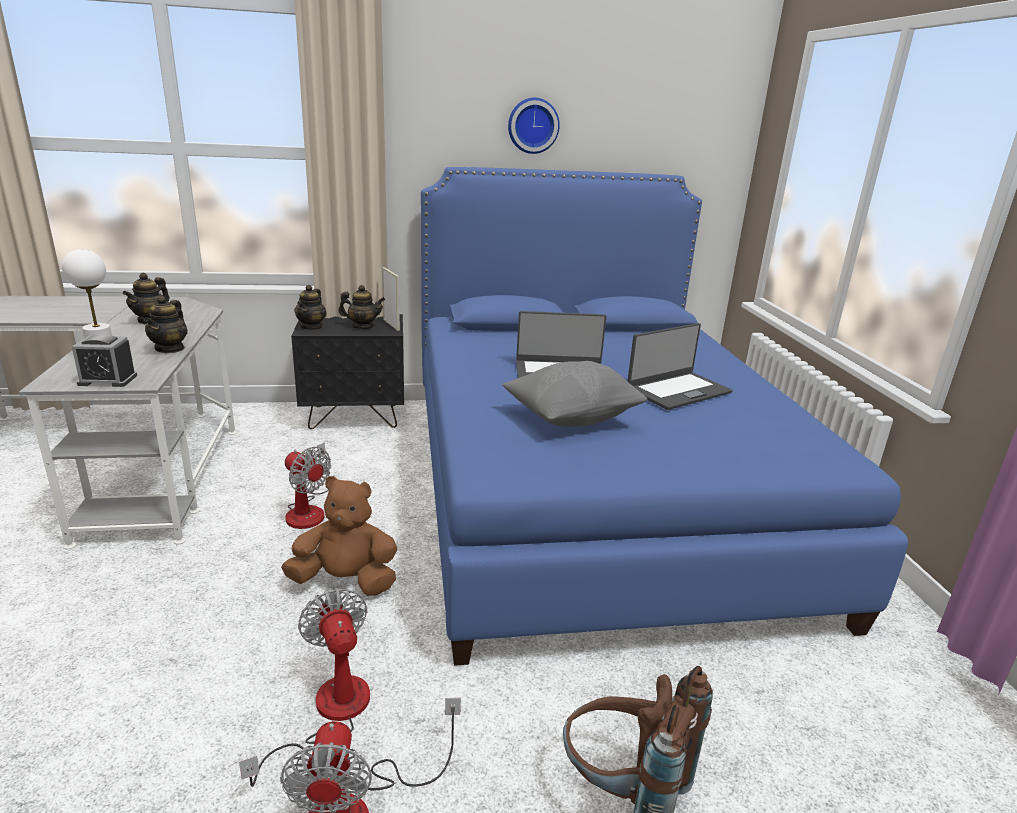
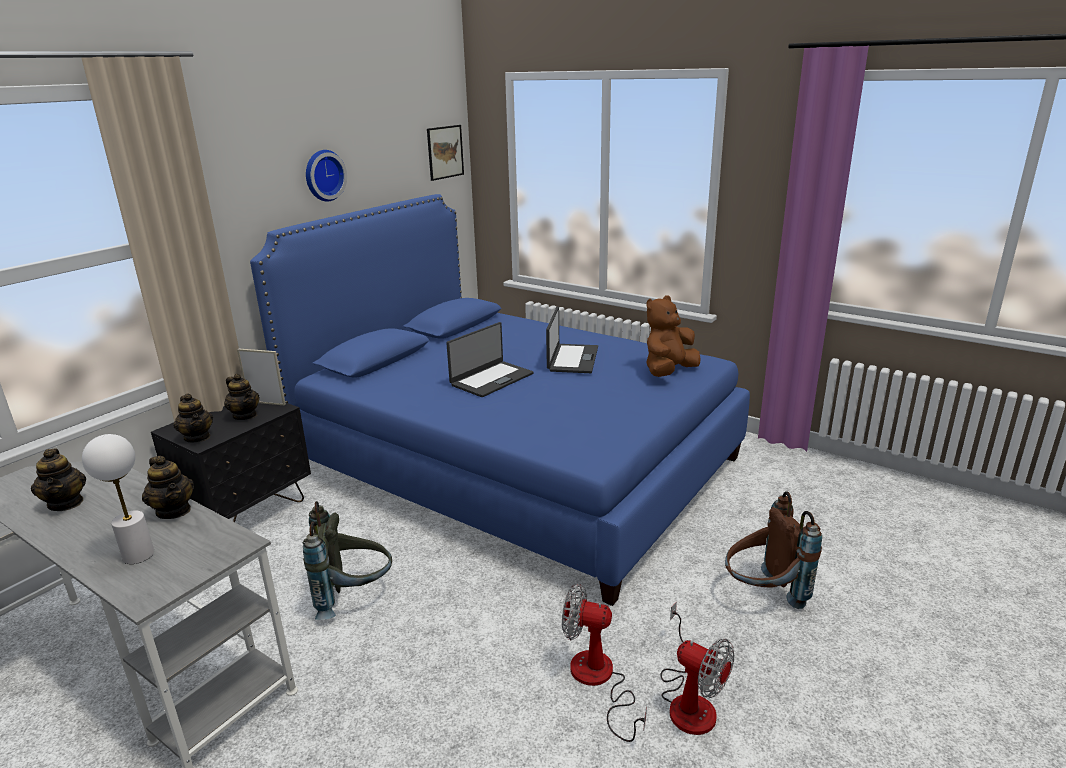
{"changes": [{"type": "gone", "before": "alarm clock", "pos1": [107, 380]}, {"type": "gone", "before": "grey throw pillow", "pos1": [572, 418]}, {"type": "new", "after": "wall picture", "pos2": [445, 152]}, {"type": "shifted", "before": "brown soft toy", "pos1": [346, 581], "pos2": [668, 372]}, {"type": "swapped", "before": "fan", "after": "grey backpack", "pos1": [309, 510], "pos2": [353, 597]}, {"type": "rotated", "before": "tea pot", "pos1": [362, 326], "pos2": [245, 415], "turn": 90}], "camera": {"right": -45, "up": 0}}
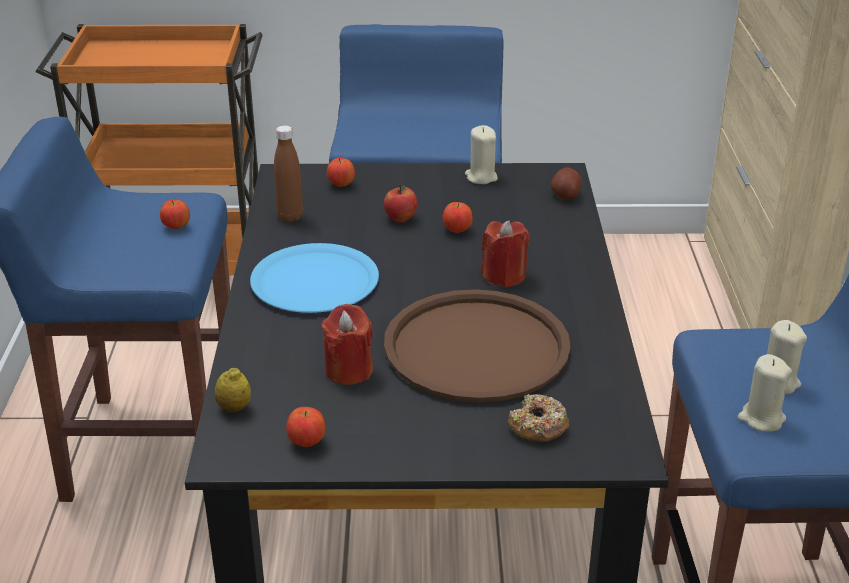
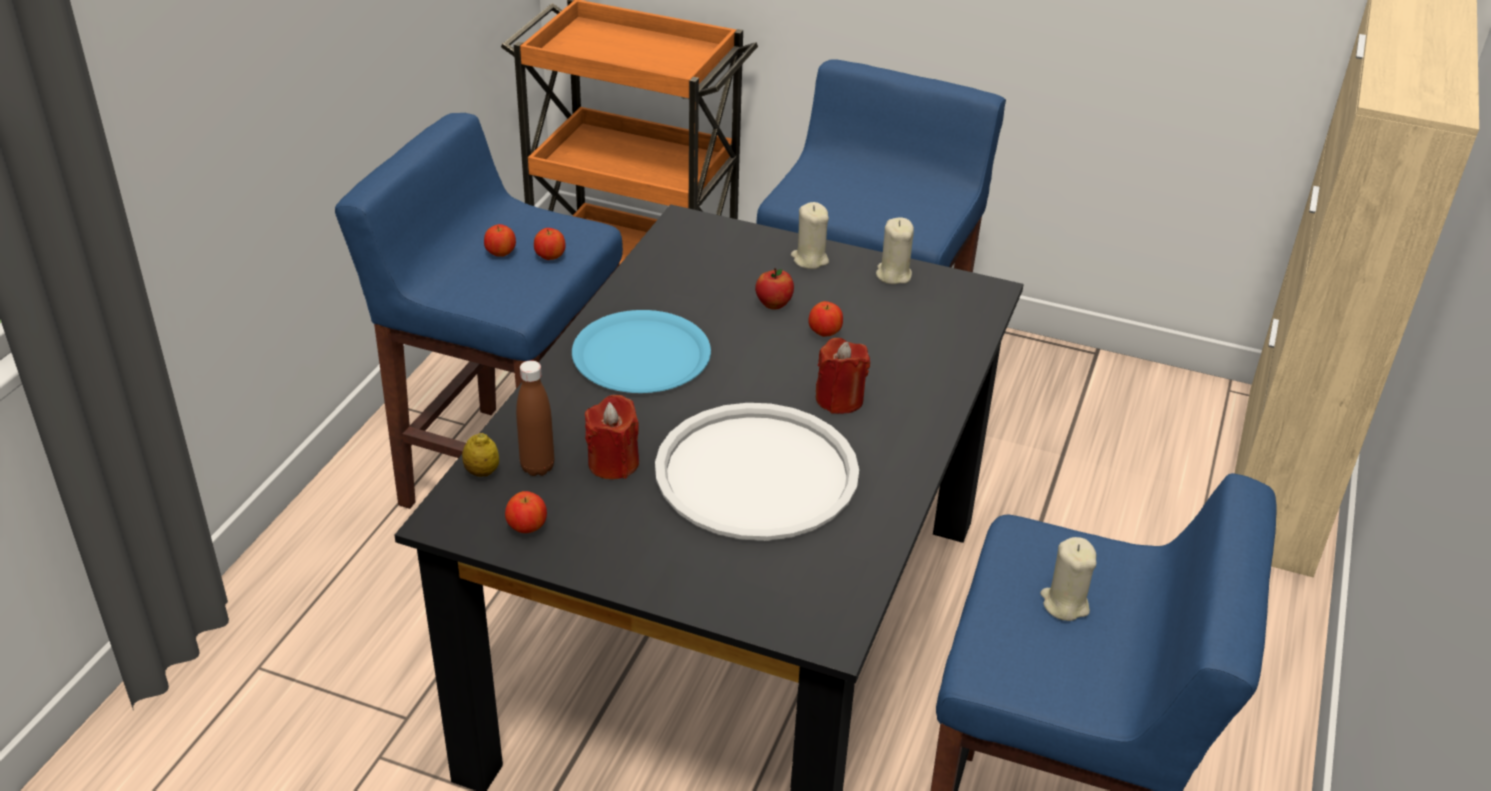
{"changes": [{"type": "gone", "before": "doughnut", "pos1": [538, 427]}, {"type": "gone", "before": "spud", "pos1": [565, 195]}, {"type": "shifted", "before": "brown drink bottle", "pos1": [290, 217], "pos2": [537, 467]}, {"type": "shifted", "before": "whole apple", "pos1": [341, 185], "pos2": [501, 254]}, {"type": "shifted", "before": "beige-coloured candle", "pos1": [761, 418], "pos2": [809, 259]}, {"type": "repainted", "before": "brown carrying tray", "after": "whitish carrying tray", "pos1": [476, 347], "pos2": [756, 473]}], "camera": {"right": 20, "up": 5}}
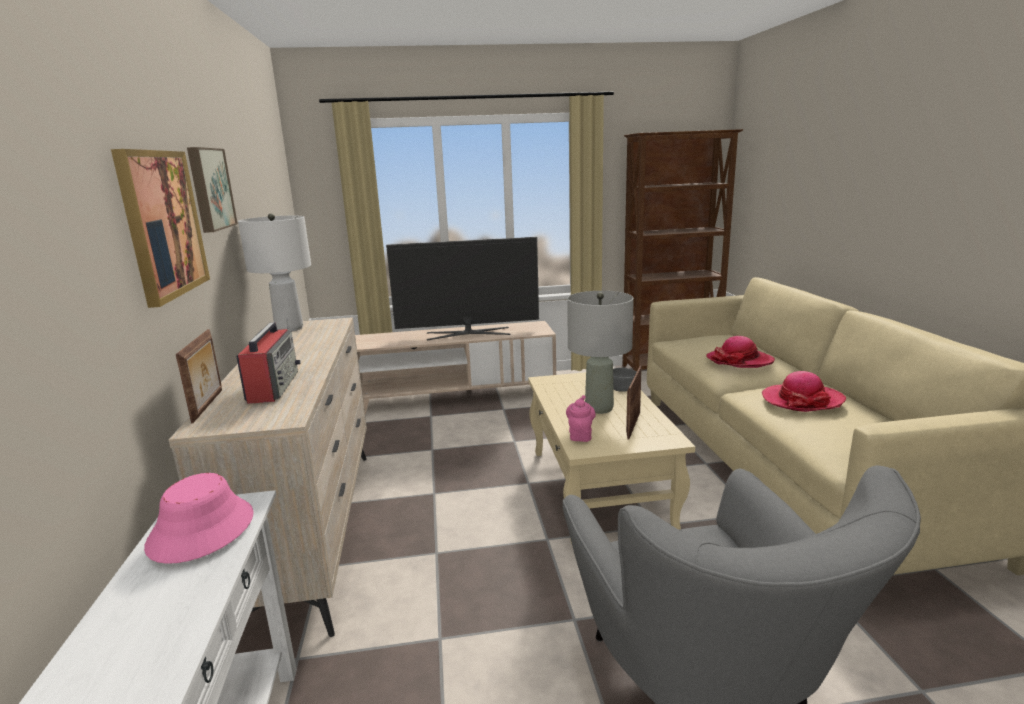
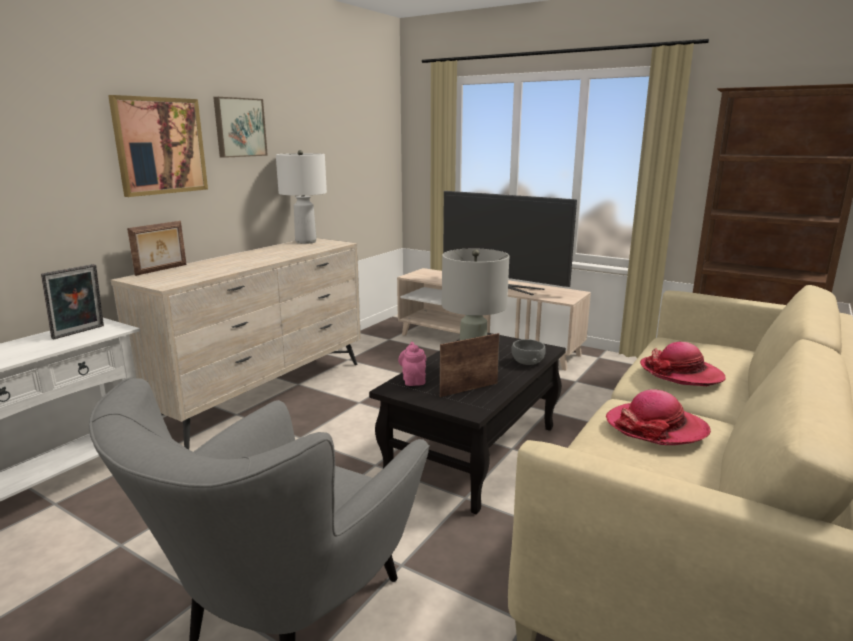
{"changes": [{"type": "gone", "before": "radio set", "pos1": [273, 386]}, {"type": "swapped", "before": "pink wearable hat", "after": "photo frame", "pos1": [201, 530], "pos2": [80, 332]}, {"type": "repainted", "before": "beige-coloured coffee table", "after": "black-coloured coffee table", "pos1": [599, 489], "pos2": [473, 452]}, {"type": "rotated", "before": "pink tea pot", "pos1": [580, 435], "pos2": [413, 380], "turn": -60}], "camera": {"right": 40, "up": 0}}
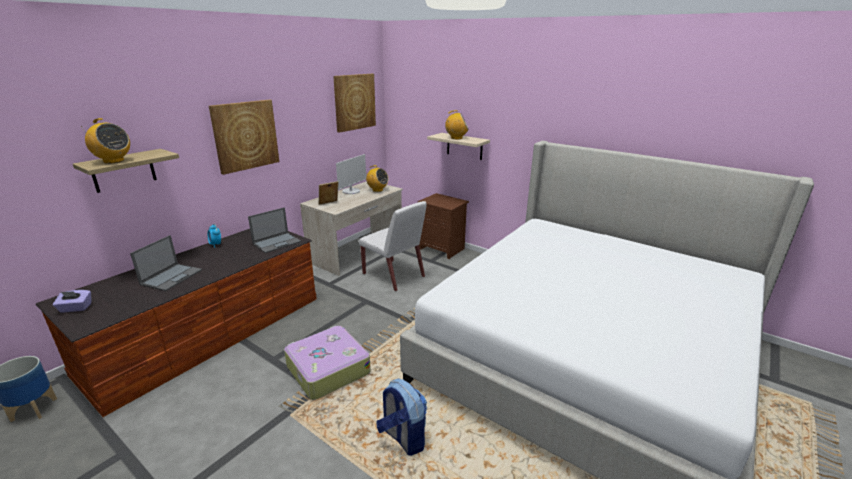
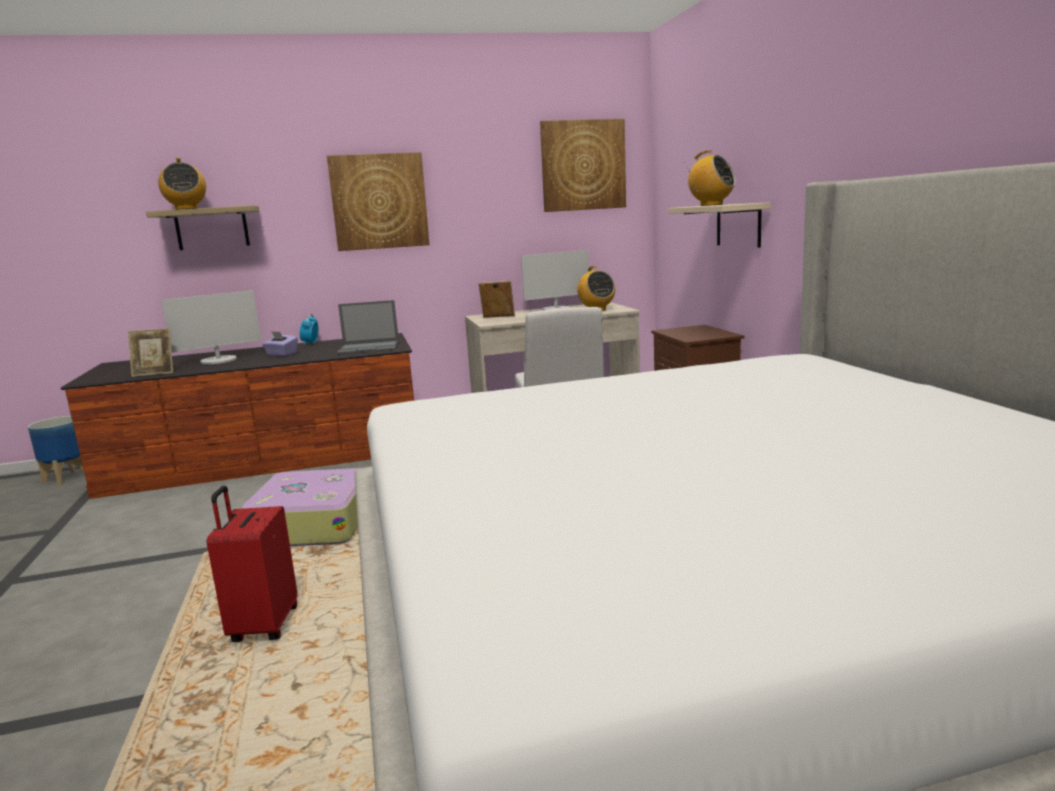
{"changes": [{"type": "new", "after": "photo frame", "pos2": [155, 373]}, {"type": "shifted", "before": "purple-coloured tissue holder", "pos1": [76, 308], "pos2": [281, 354]}, {"type": "swapped", "before": "notebook computer", "after": "computer display", "pos1": [172, 277], "pos2": [219, 360]}, {"type": "swapped", "before": "backpack", "after": "red-coloured piece of luggage", "pos1": [403, 438], "pos2": [263, 626]}], "camera": {"right": 40, "up": -10}}
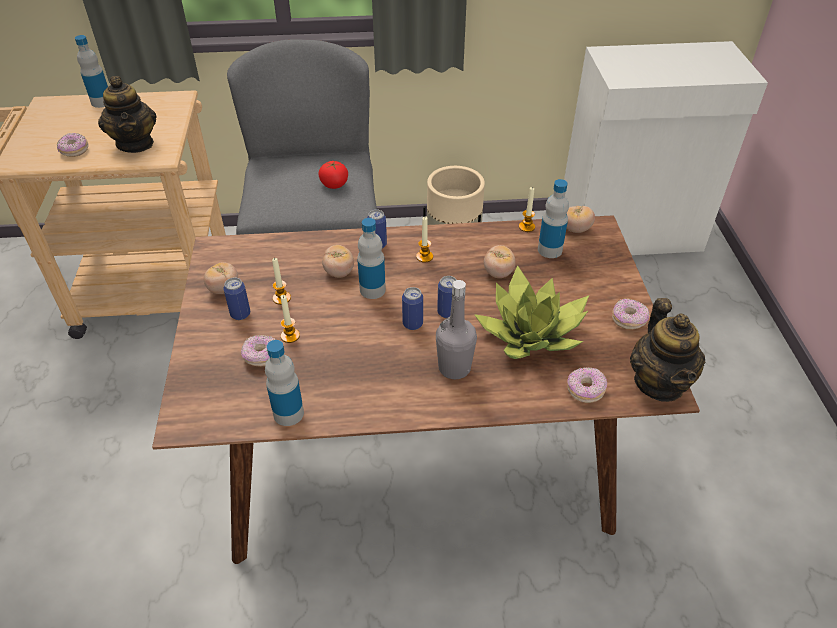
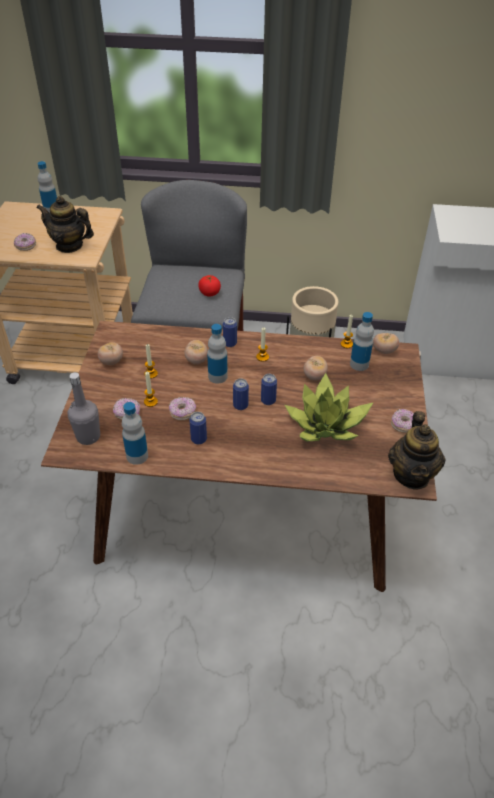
{"changes": [{"type": "shifted", "before": "sealed can", "pos1": [240, 314], "pos2": [198, 439]}, {"type": "shifted", "before": "grey drink bottle", "pos1": [454, 368], "pos2": [88, 436]}, {"type": "shifted", "before": "doughnut", "pos1": [585, 390], "pos2": [182, 412]}, {"type": "rotated", "before": "tea pot", "pos1": [135, 143], "pos2": [69, 245], "turn": 120}], "camera": {"right": 10, "up": 0}}
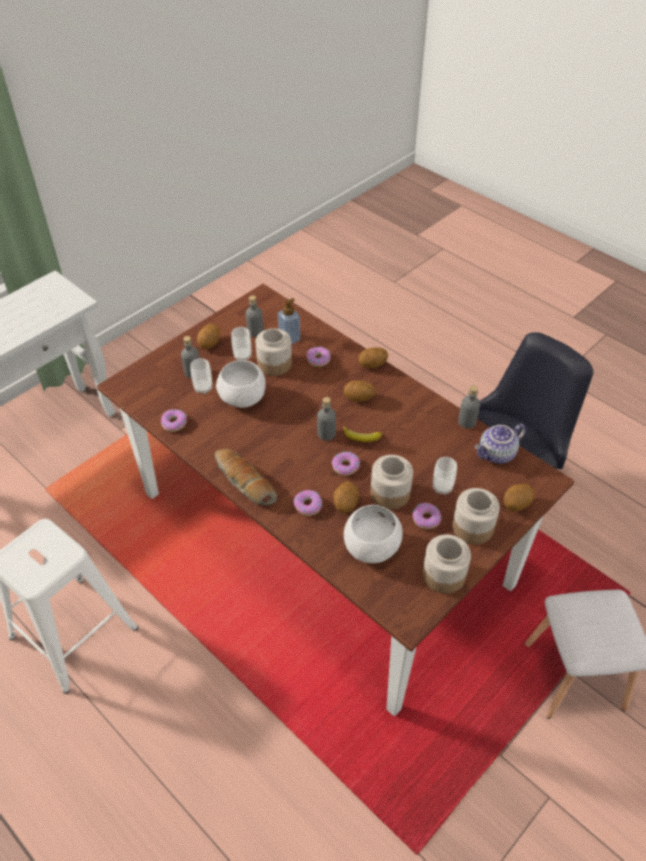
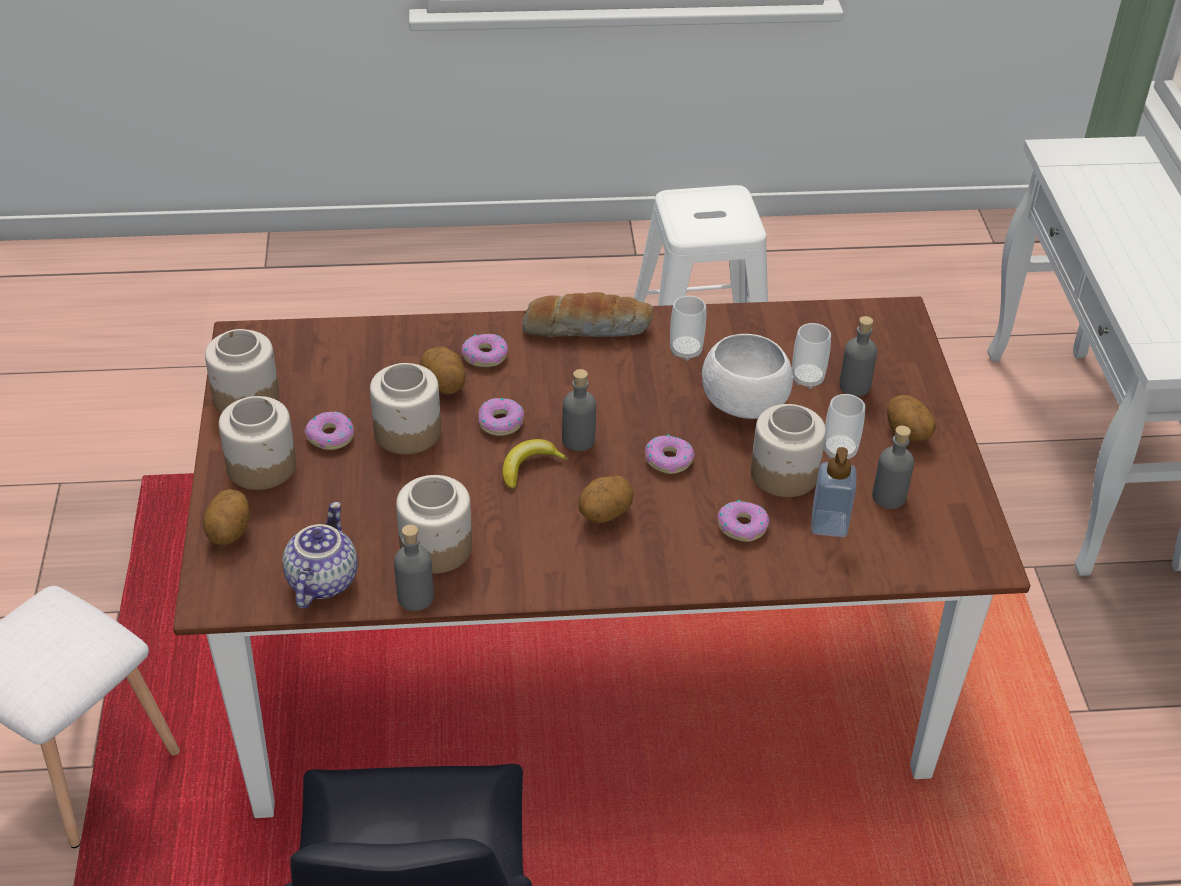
{"changes": [{"type": "gone", "before": "whitish serving bowl", "pos1": [370, 547]}, {"type": "gone", "before": "spud", "pos1": [372, 365]}, {"type": "new", "after": "preserve jar", "pos2": [435, 548]}, {"type": "shifted", "before": "doughnut", "pos1": [174, 423], "pos2": [668, 460]}, {"type": "shifted", "before": "drinking cup", "pos1": [442, 487], "pos2": [686, 351]}], "camera": {"right": 130, "up": -5}}
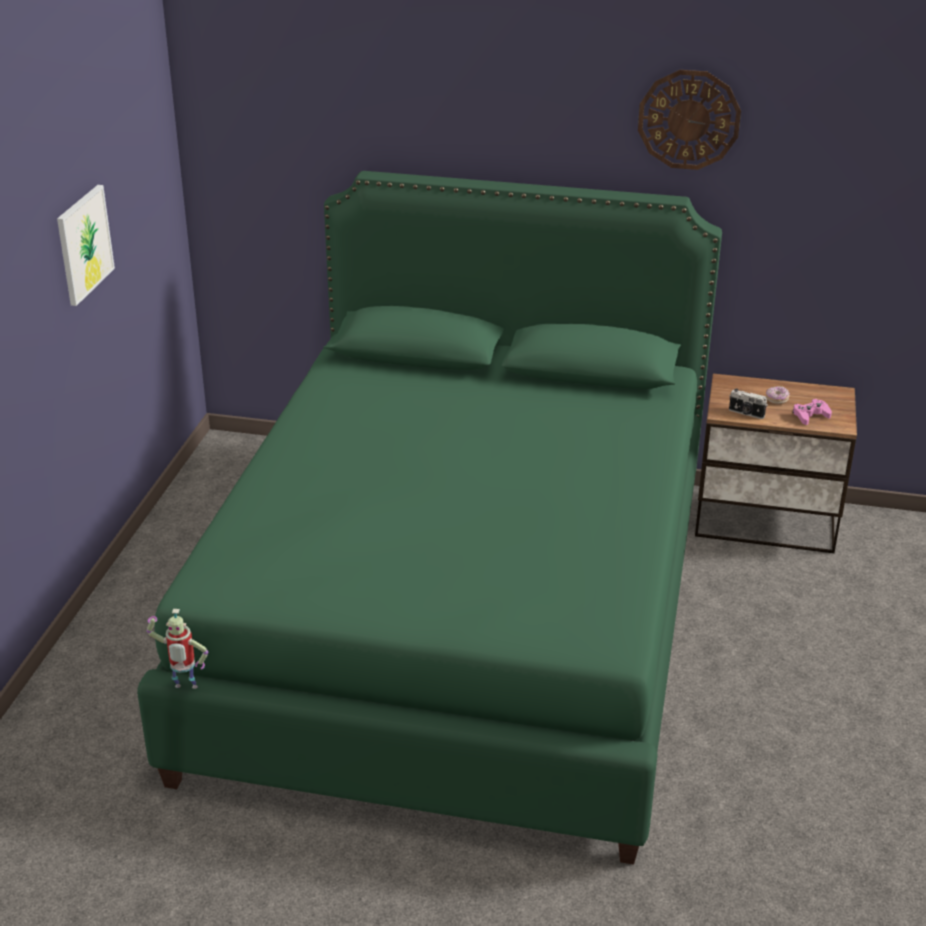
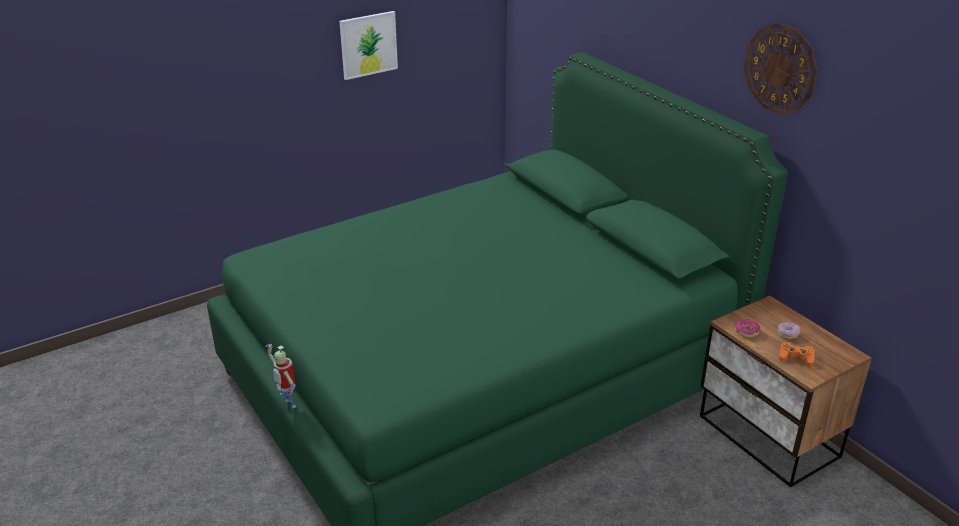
{"changes": [{"type": "shifted", "before": "toy robot", "pos1": [184, 688], "pos2": [288, 404]}, {"type": "swapped", "before": "still camera", "after": "doughnut", "pos1": [746, 413], "pos2": [746, 331]}, {"type": "repainted", "before": "pink joypad", "after": "orange joypad", "pos1": [810, 416], "pos2": [795, 358]}], "camera": {"right": 45, "up": 0}}
